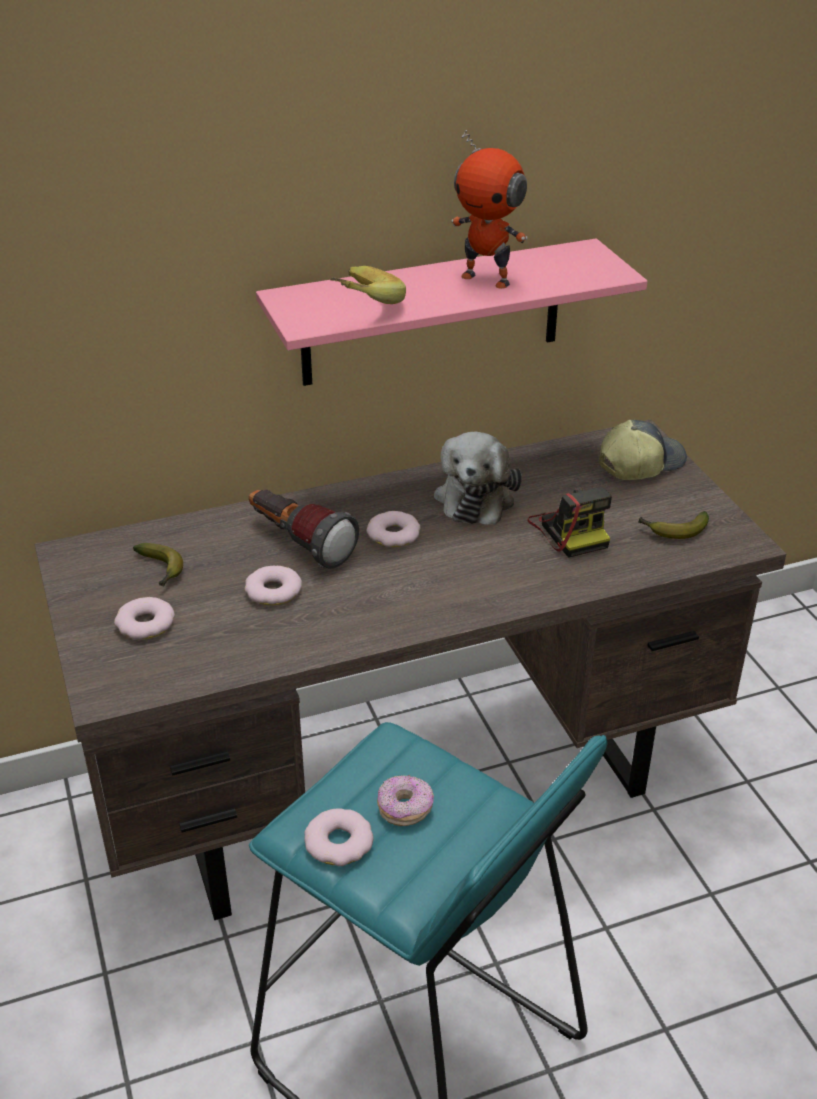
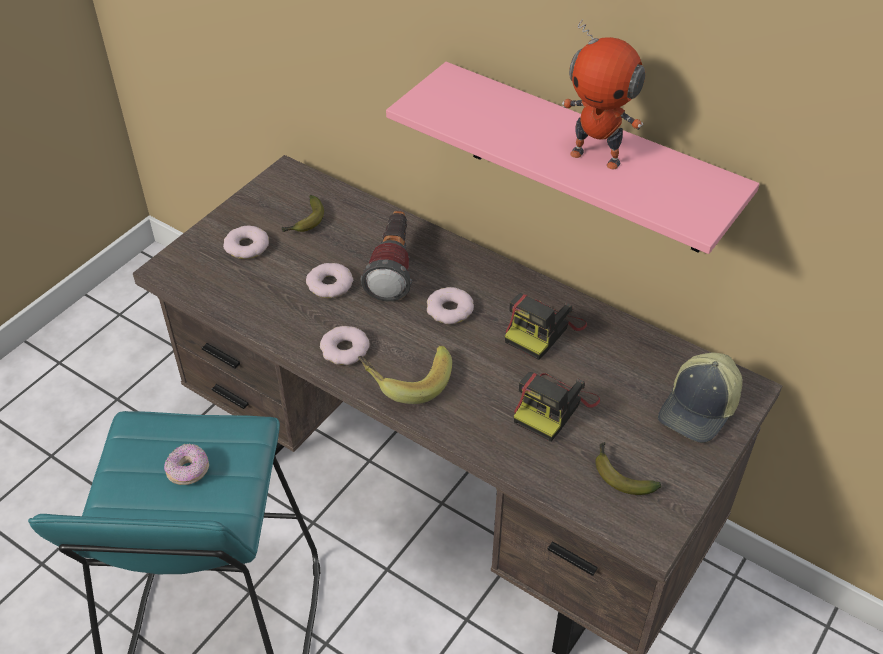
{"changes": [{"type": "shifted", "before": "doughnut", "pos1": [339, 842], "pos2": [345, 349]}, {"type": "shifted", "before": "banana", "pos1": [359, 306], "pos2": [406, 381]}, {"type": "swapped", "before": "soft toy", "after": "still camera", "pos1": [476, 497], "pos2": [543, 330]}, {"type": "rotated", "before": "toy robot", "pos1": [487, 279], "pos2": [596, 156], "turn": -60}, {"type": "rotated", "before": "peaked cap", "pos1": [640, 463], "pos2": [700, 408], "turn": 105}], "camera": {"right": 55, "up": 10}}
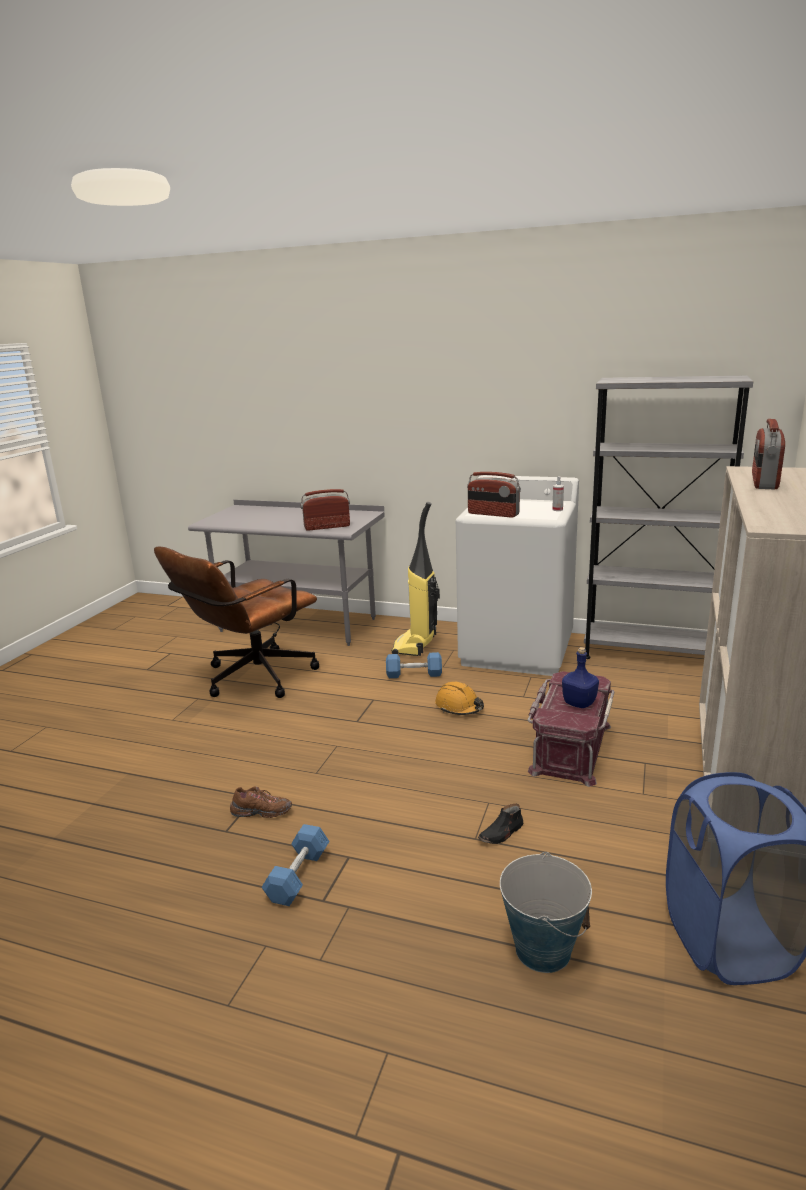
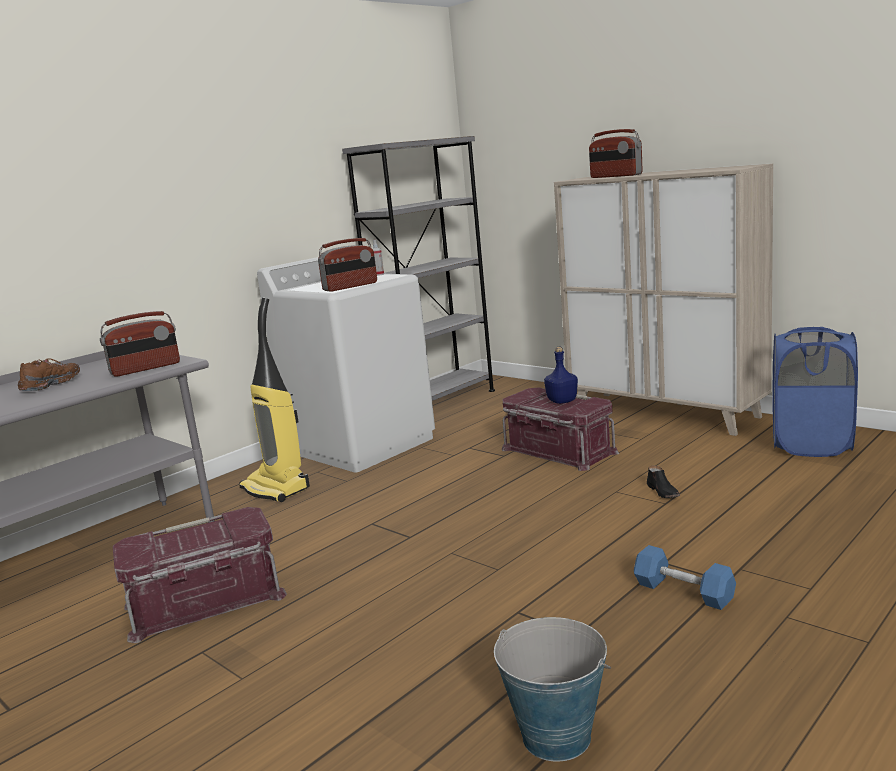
{"changes": [{"type": "gone", "before": "blue-coloured dumbbell", "pos1": [414, 674]}, {"type": "gone", "before": "orange safety helmet", "pos1": [459, 707]}, {"type": "shifted", "before": "brown low shoe", "pos1": [261, 812], "pos2": [51, 385]}, {"type": "shifted", "before": "pail", "pos1": [543, 949], "pos2": [556, 736]}, {"type": "swapped", "before": "brown desk chair", "after": "red-coloured storage container", "pos1": [251, 679], "pos2": [205, 602]}, {"type": "rotated", "before": "radio set", "pos1": [327, 527], "pos2": [145, 369], "turn": -135}], "camera": {"right": -65, "up": -5}}
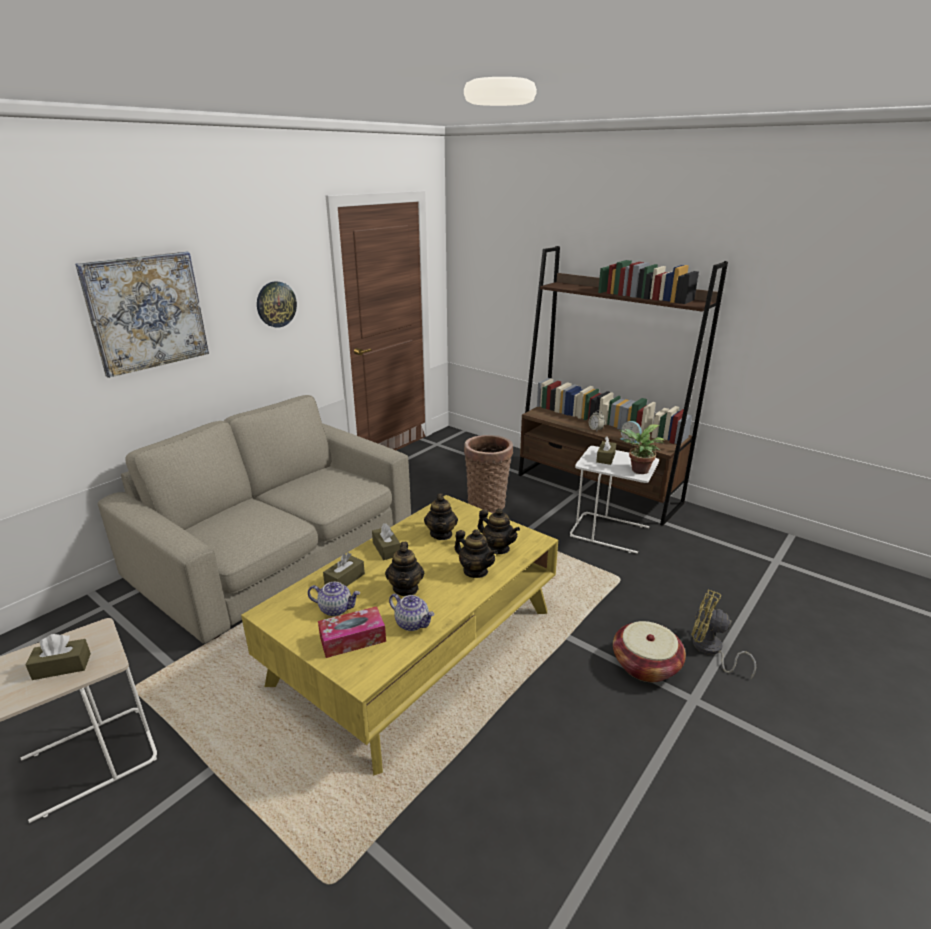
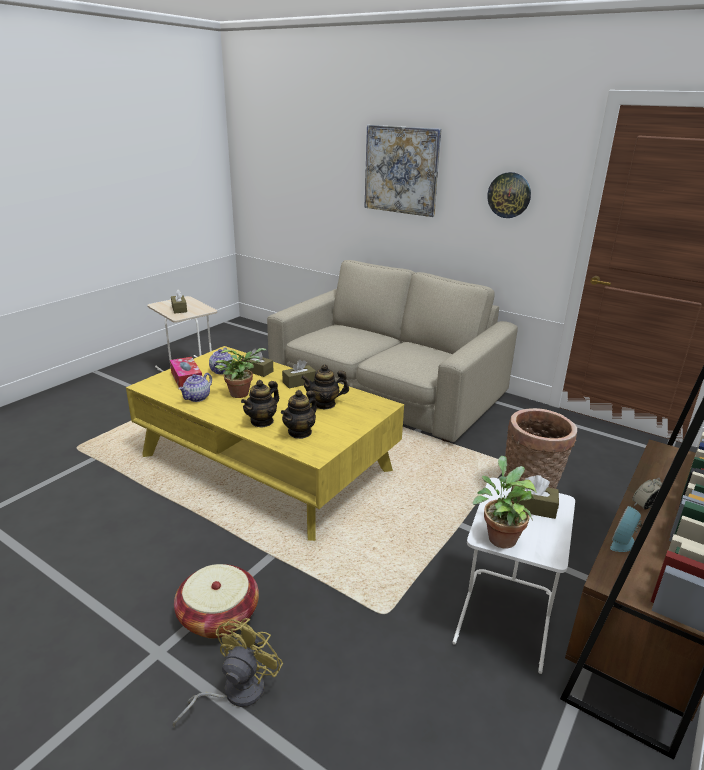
{"changes": [{"type": "swapped", "before": "tea pot", "after": "potted plant", "pos1": [406, 588], "pos2": [242, 393]}], "camera": {"right": 85, "up": 0}}
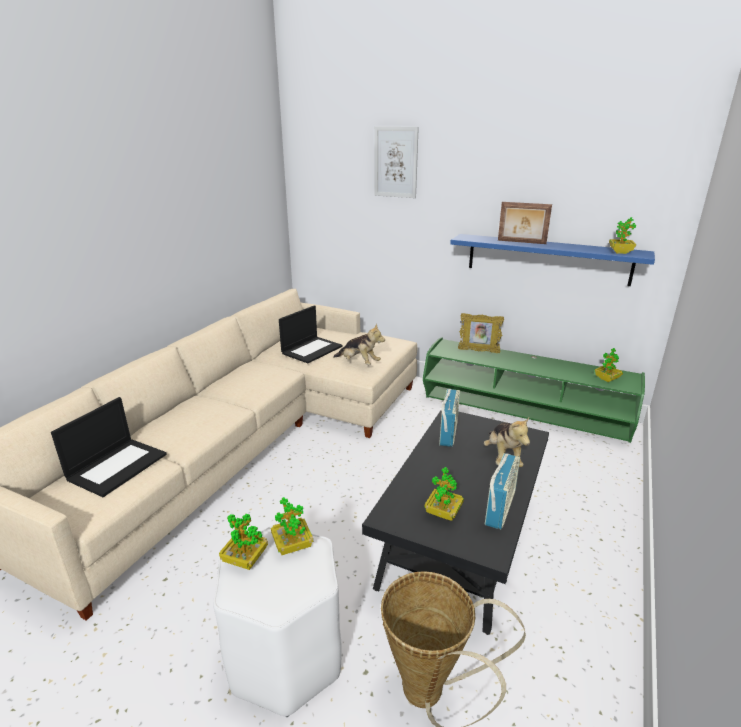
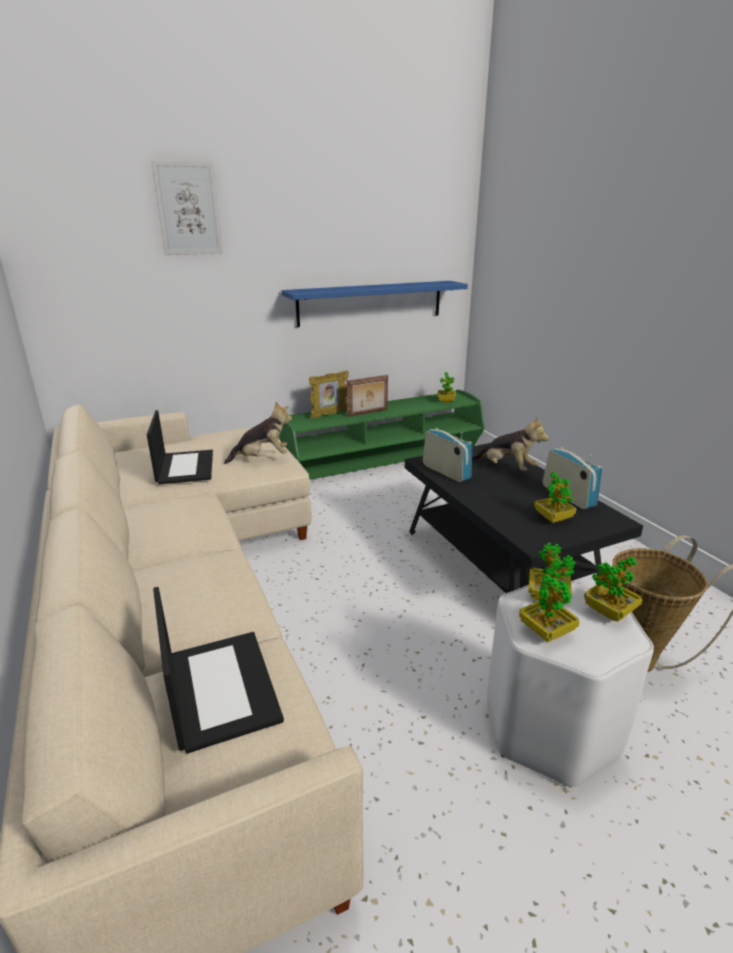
{"changes": [{"type": "shifted", "before": "photo frame", "pos1": [521, 242], "pos2": [368, 413]}, {"type": "shifted", "before": "potted plant", "pos1": [620, 252], "pos2": [609, 612]}], "camera": {"right": -50, "up": 0}}
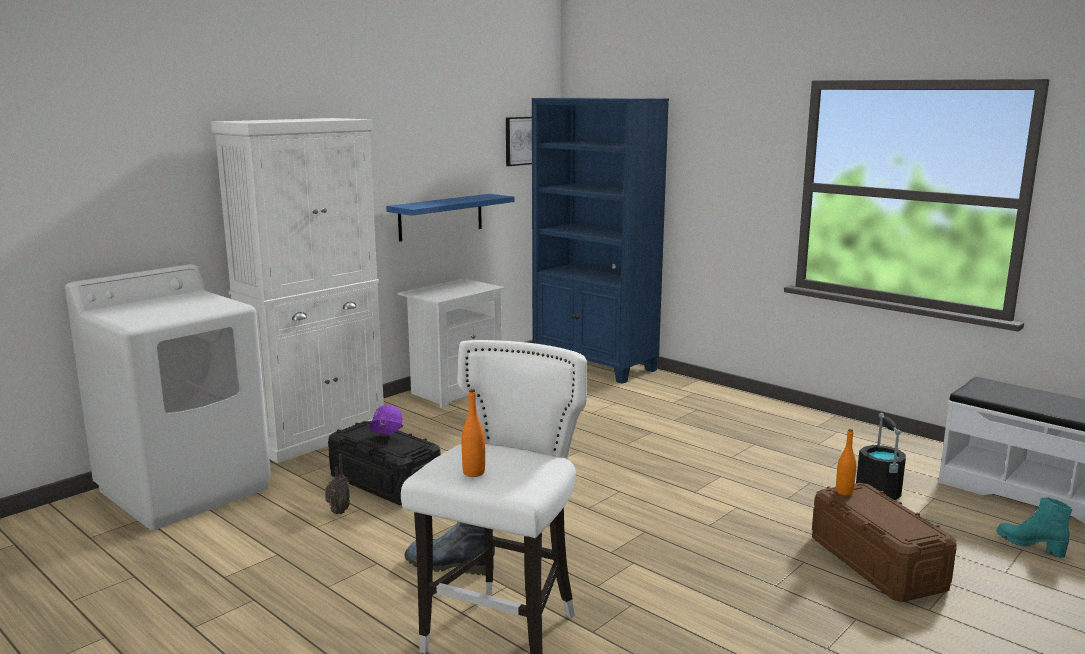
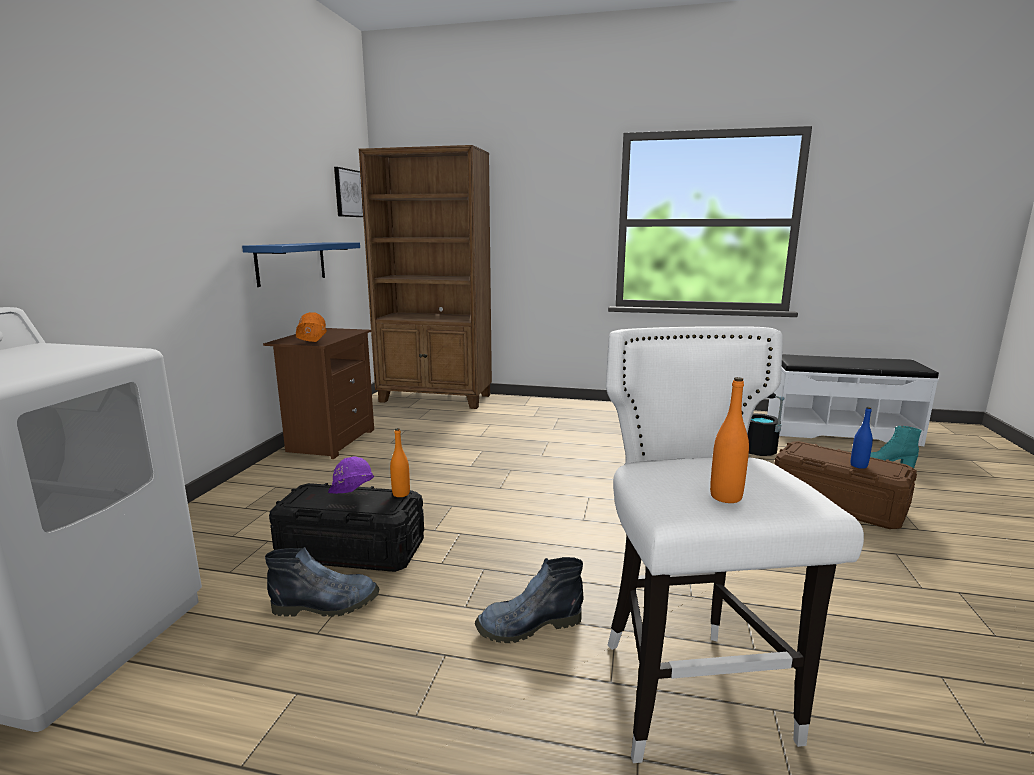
{"changes": [{"type": "gone", "before": "whitish storage cabinet", "pos1": [317, 435]}, {"type": "new", "after": "orange safety helmet", "pos2": [311, 344]}, {"type": "new", "after": "blue-coloured drink bottle", "pos2": [858, 465]}, {"type": "shifted", "before": "orange drink bottle", "pos1": [844, 492], "pos2": [401, 494]}, {"type": "swapped", "before": "radio set", "after": "high-top boot", "pos1": [337, 512], "pos2": [328, 604]}, {"type": "repainted", "before": "whitish night table", "after": "brown night table", "pos1": [454, 391], "pos2": [330, 441]}, {"type": "repainted", "before": "blue-coloured shelving unit", "after": "brown shelving unit", "pos1": [594, 365], "pos2": [436, 398]}], "camera": {"right": -30, "up": 0}}
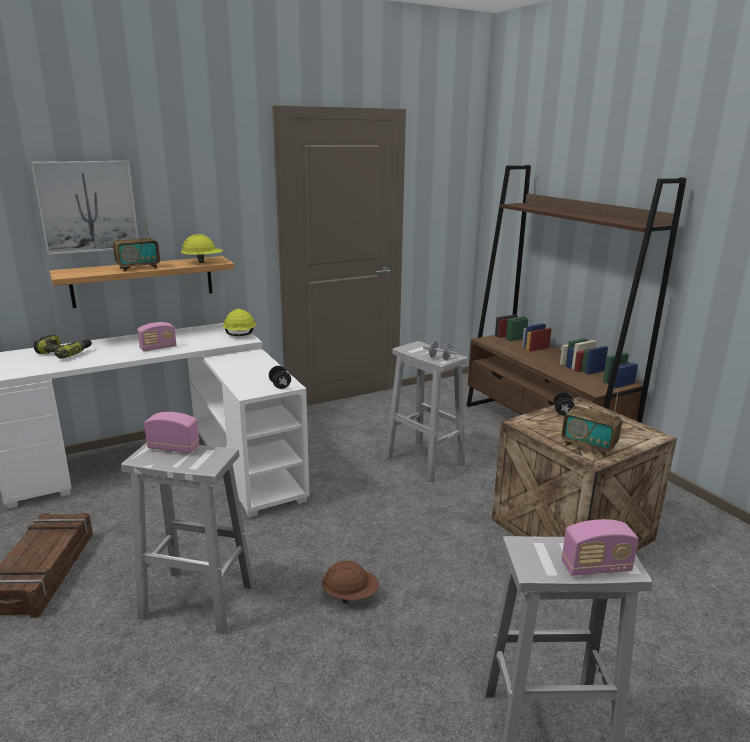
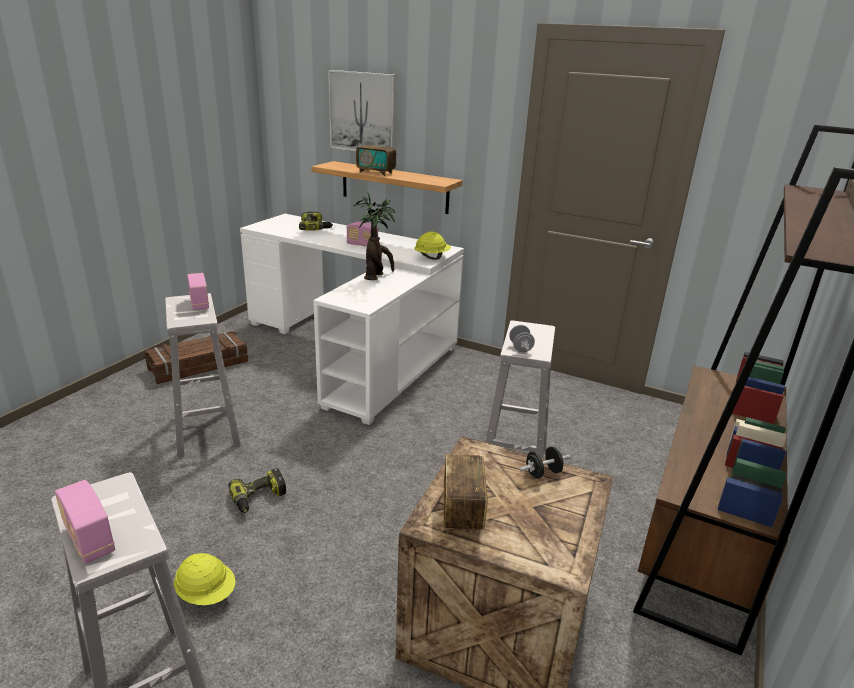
{"changes": [{"type": "gone", "before": "black-coloured dumbbell", "pos1": [280, 385]}, {"type": "new", "after": "potted plant", "pos2": [377, 276]}, {"type": "shifted", "before": "yellow safety helmet", "pos1": [203, 262], "pos2": [207, 593]}, {"type": "swapped", "before": "brown safety helmet", "after": "power drill", "pos1": [350, 595], "pos2": [259, 498]}], "camera": {"right": 55, "up": 5}}
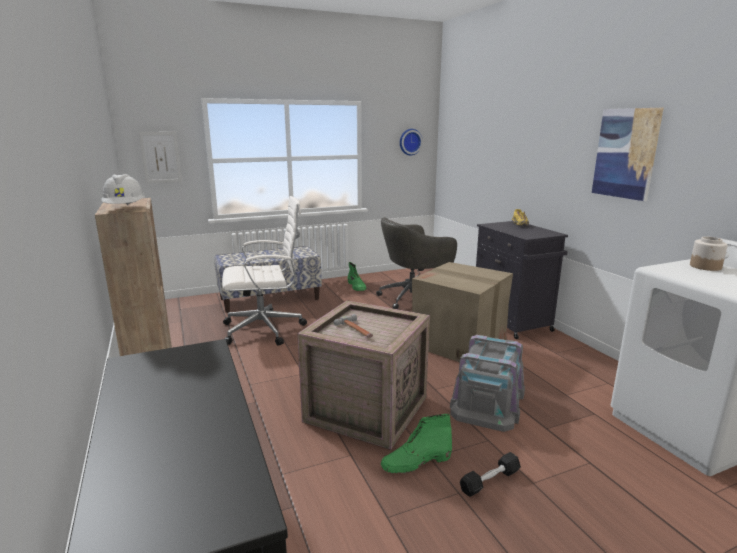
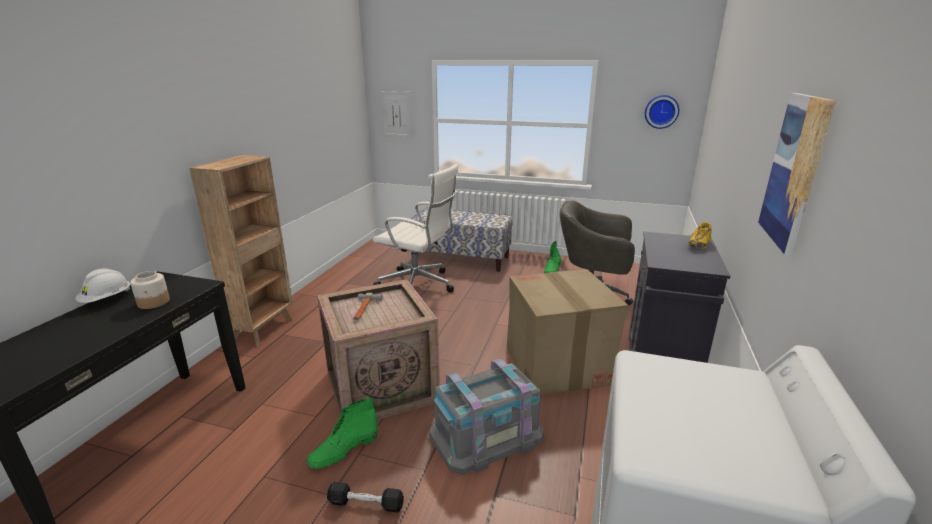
{"changes": [{"type": "shifted", "before": "whitish safety helmet", "pos1": [125, 209], "pos2": [107, 299]}, {"type": "shifted", "before": "preserve jar", "pos1": [705, 267], "pos2": [154, 302]}, {"type": "rotated", "before": "green high-top boot", "pos1": [416, 462], "pos2": [343, 450], "turn": -60}], "camera": {"right": 40, "up": 5}}
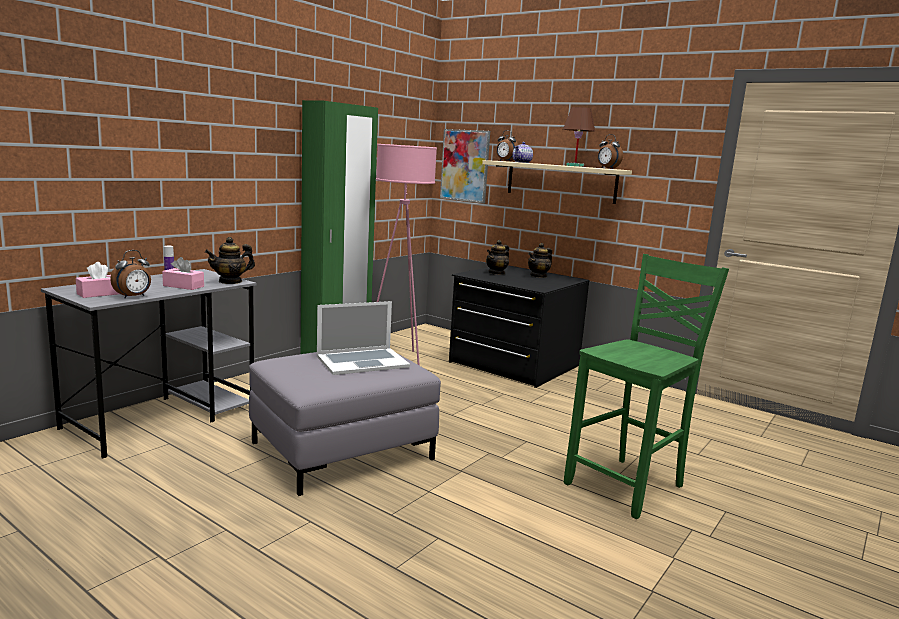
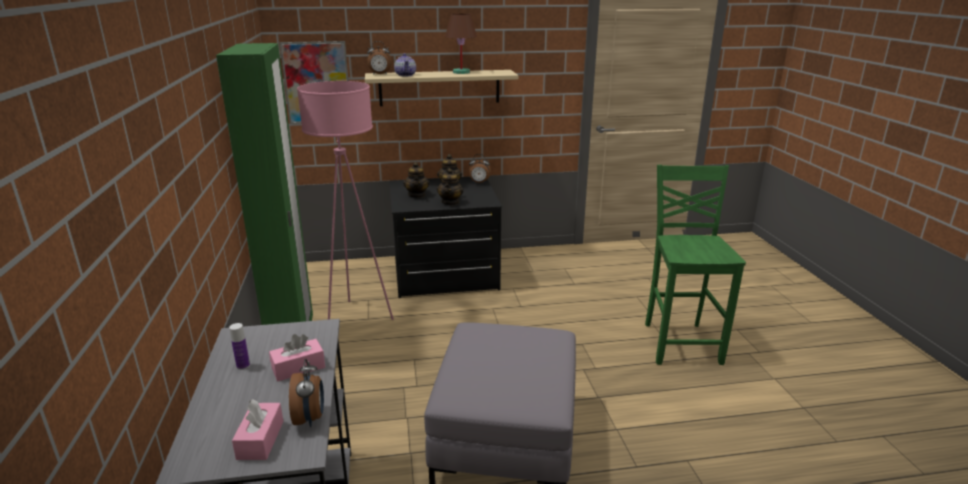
{"changes": [{"type": "gone", "before": "notebook computer", "pos1": [362, 361]}, {"type": "shifted", "before": "tea pot", "pos1": [230, 281], "pos2": [450, 202]}, {"type": "shifted", "before": "alarm clock", "pos1": [607, 168], "pos2": [479, 183]}], "camera": {"right": -45, "up": 10}}
